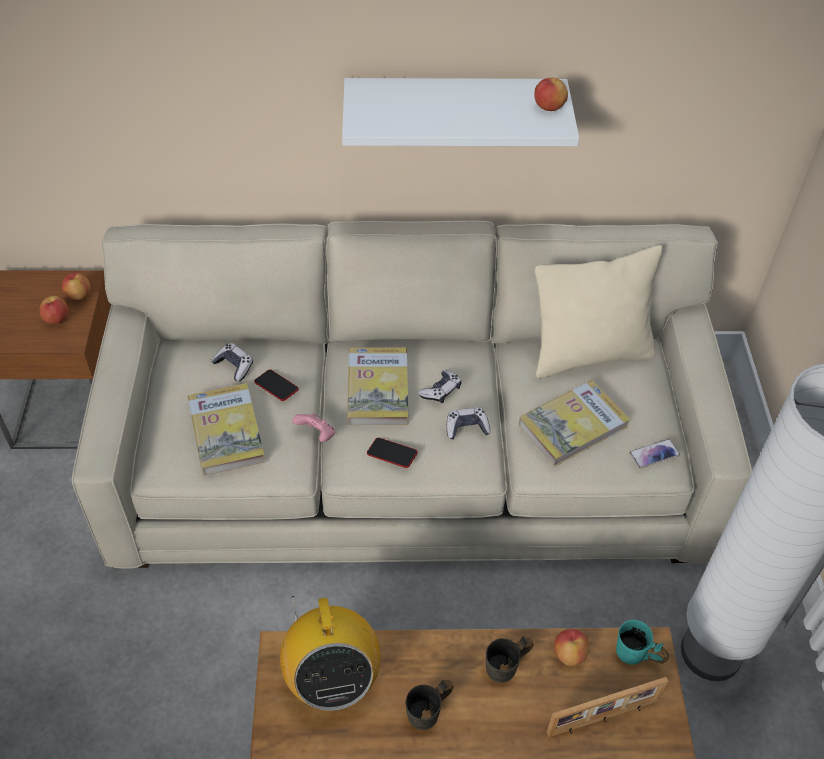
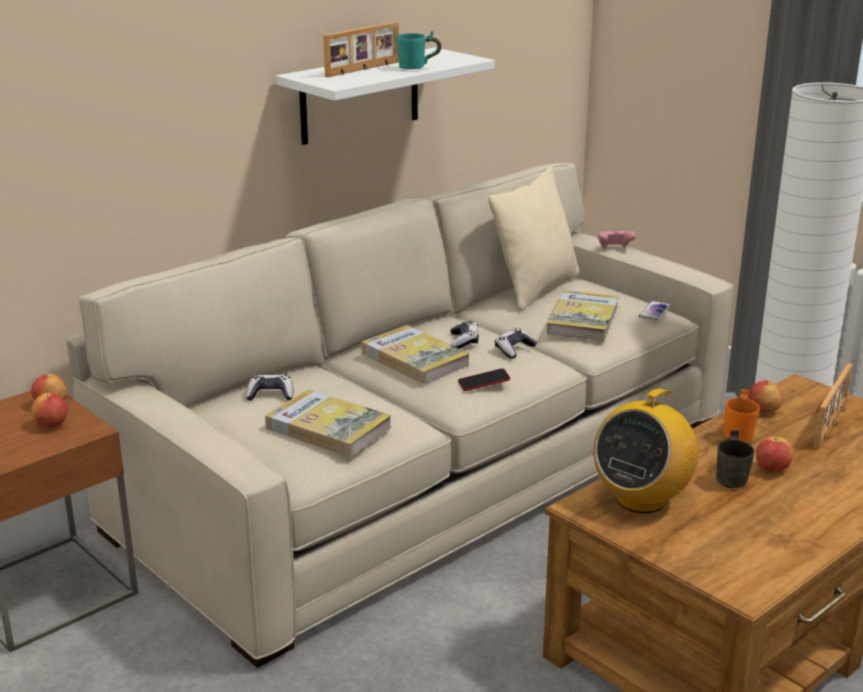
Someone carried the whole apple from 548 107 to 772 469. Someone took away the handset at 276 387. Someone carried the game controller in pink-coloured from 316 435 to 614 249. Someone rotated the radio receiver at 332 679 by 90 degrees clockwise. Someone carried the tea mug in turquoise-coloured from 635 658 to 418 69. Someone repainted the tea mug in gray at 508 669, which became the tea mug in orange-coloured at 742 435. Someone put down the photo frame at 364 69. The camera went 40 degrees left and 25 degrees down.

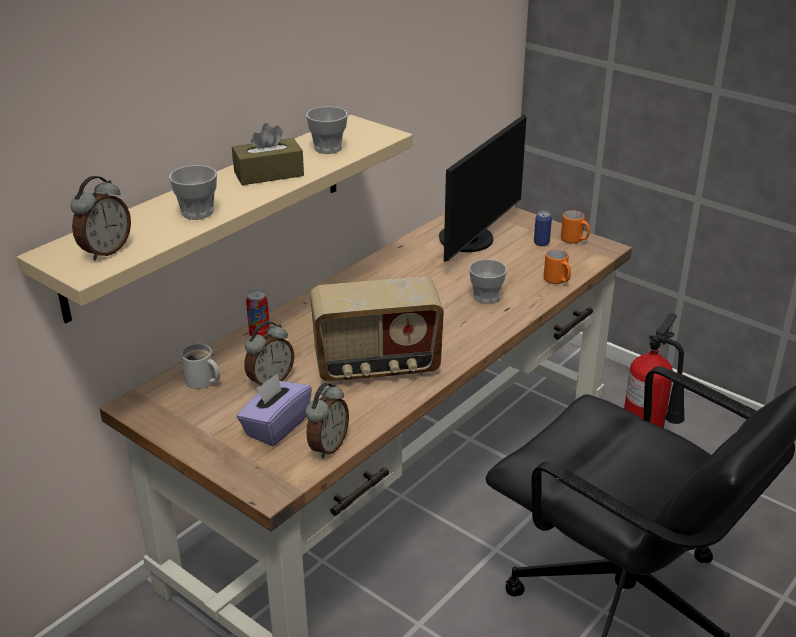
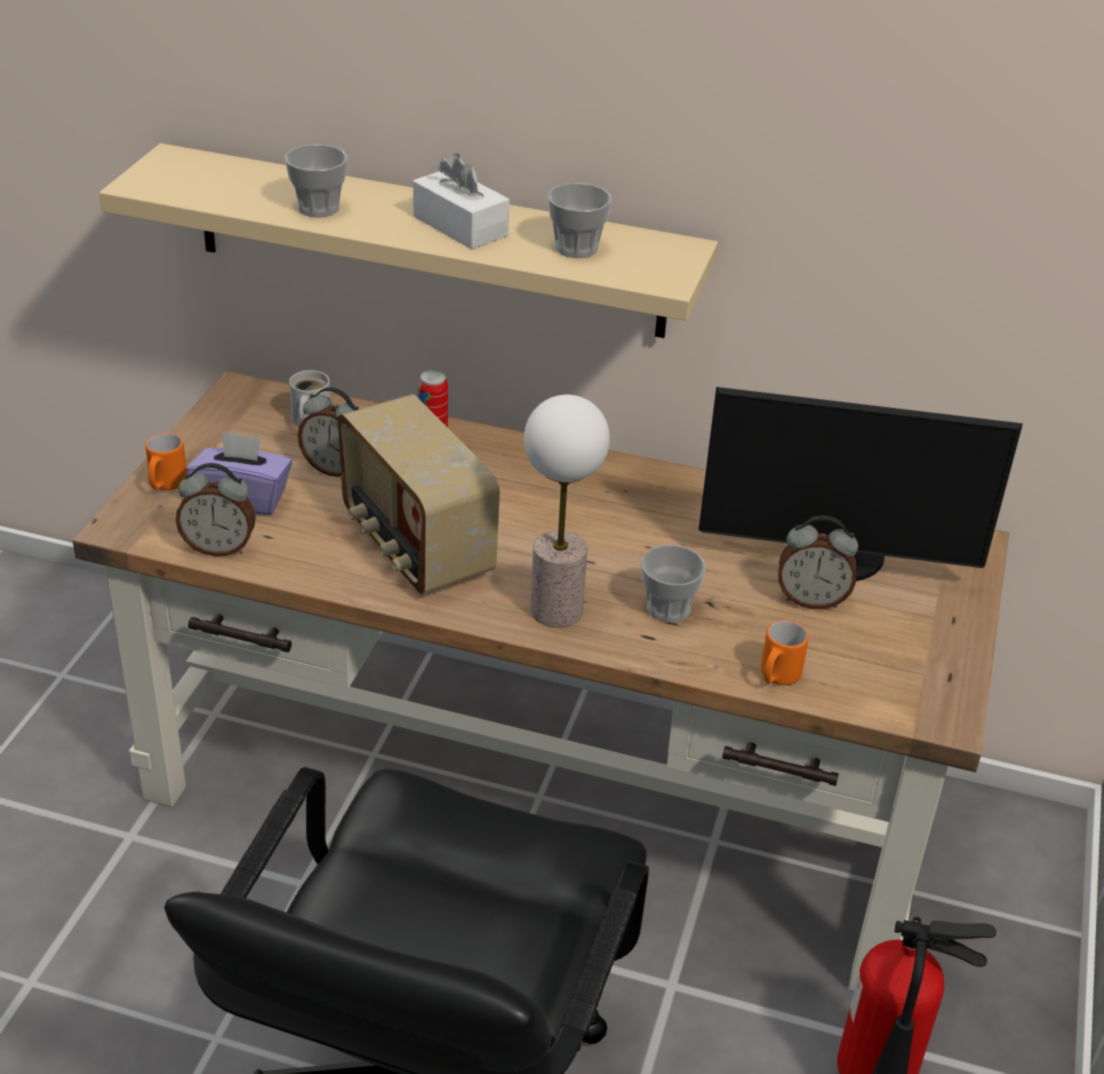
Someone repainted the tissue box in brown-coloured at 269 174, which became the tissue box in white at 460 226. Someone carried the table clock from 105 251 to 811 600. Someone took away the metal can at 541 243. Someone carried the tea mug in orange-coloured from 574 240 to 165 485. Someone put down the table lamp at 555 610. The camera went 65 degrees right and 5 degrees up.

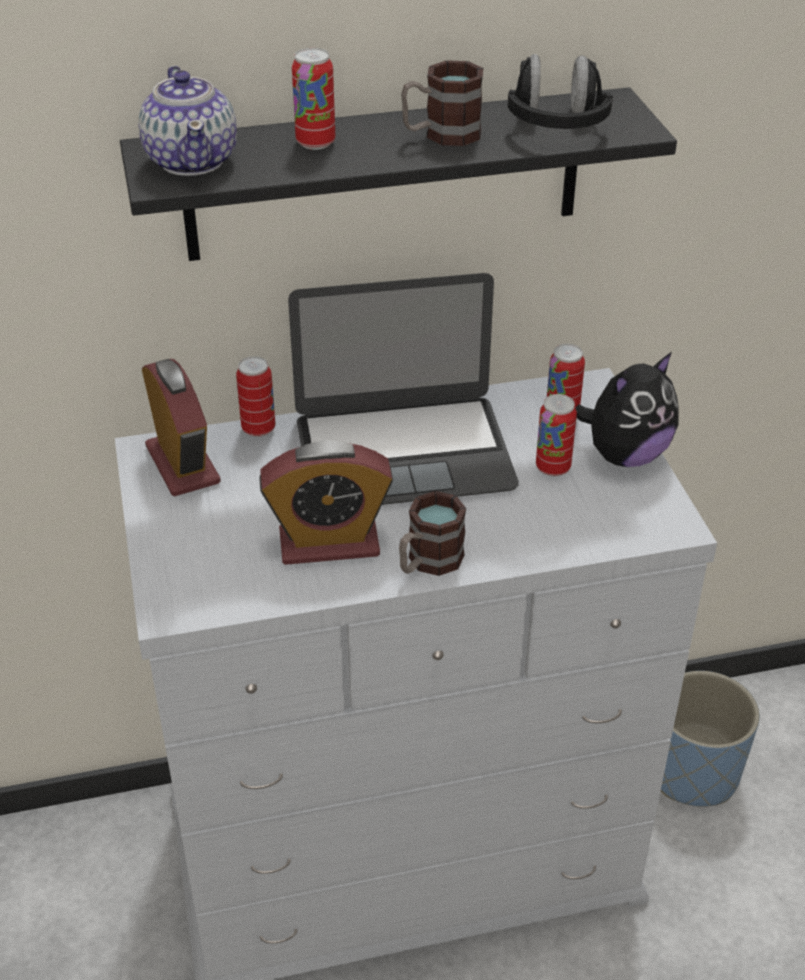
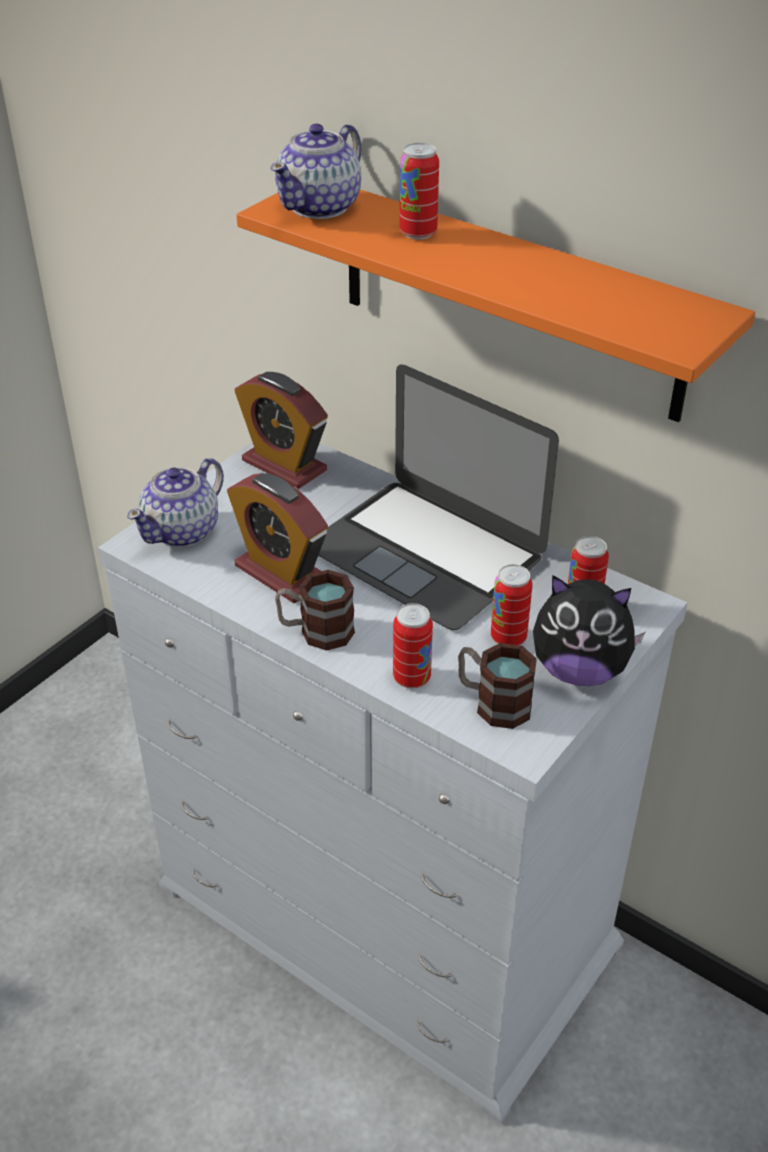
Someone took away the headset in black at 556 125. Someone carried the tea mug from 441 135 to 493 703. Someone repainted the wall shelf in black at 384 175, which became the wall shelf in orange-coloured at 508 298. Someone carried the metal can from 258 429 to 411 678. Someone rotated the table clock at 182 465 by 105 degrees clockwise. Someone took away the plant pot in bluish at 694 773. Someone put down the teapot at 183 531. The camera went 50 degrees right and 0 degrees up.

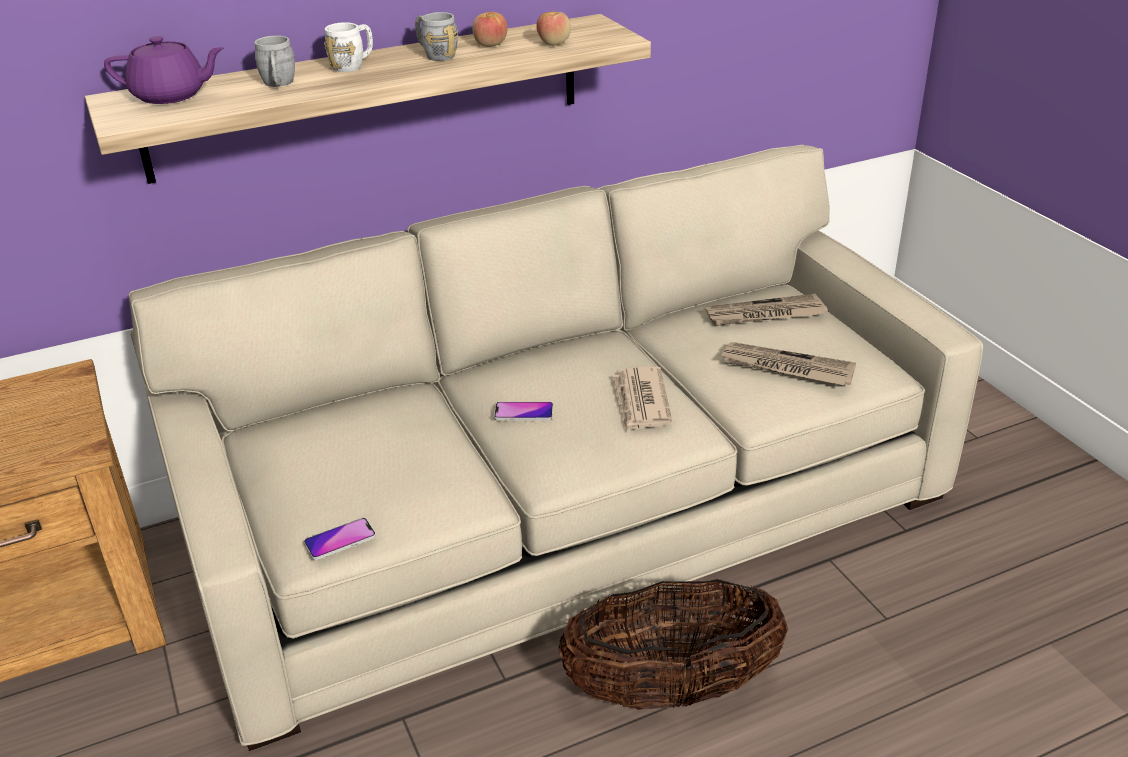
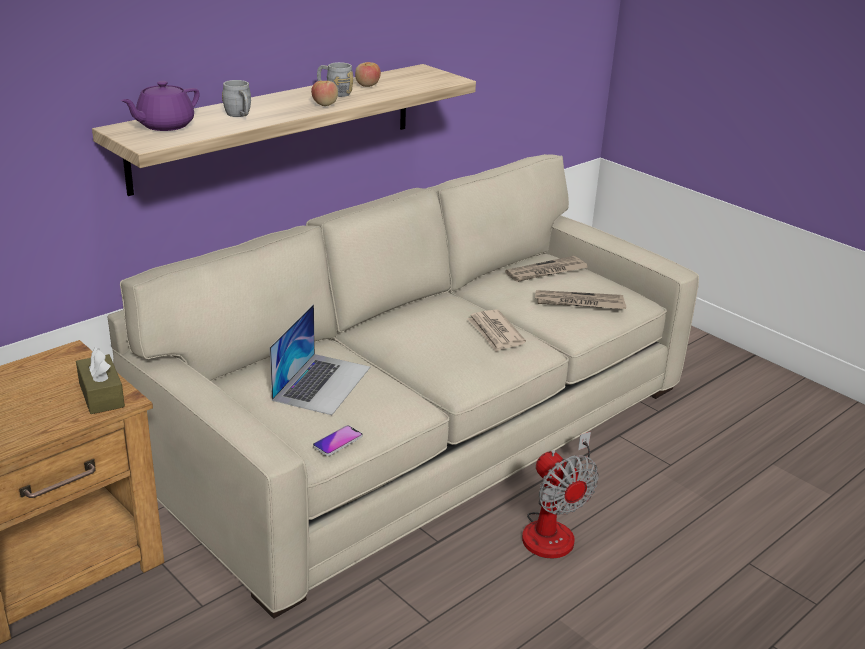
Someone carried the whole apple from 554 43 to 324 104. Someone took away the tea mug in white at 353 65. Someone rotated the teapot in purple at 171 96 by 150 degrees clockwise. Someone took away the handset at 523 412. Someone swapped the storage basket at 671 689 for the cooling fan at 554 528. Someone put down the portable computer at 322 383. Someone put down the tissue box in brown-coloured at 101 395. The camera went 20 degrees left and 5 degrees down.

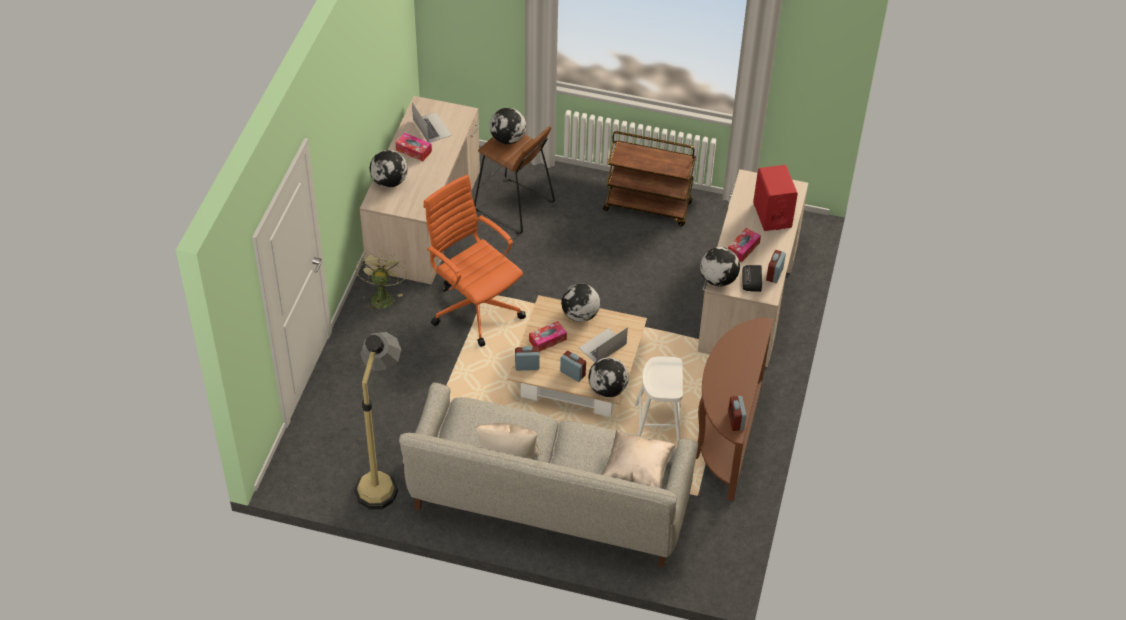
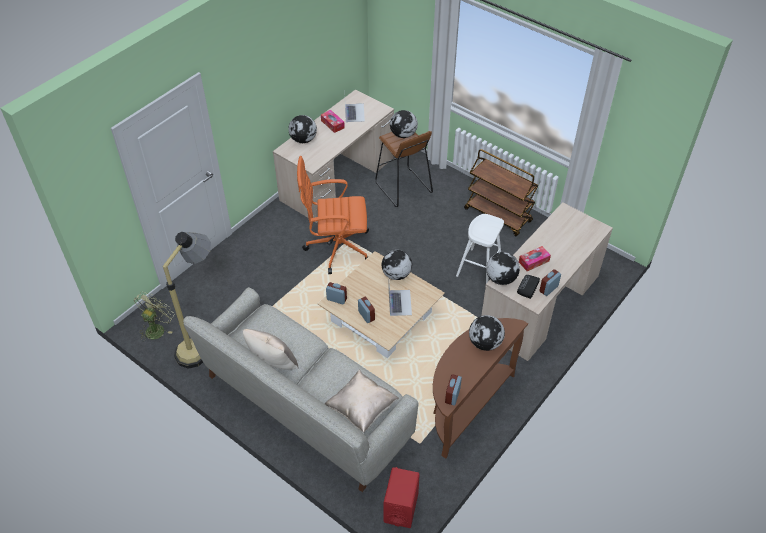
Someone carried the speaker in red-coloured from 772 215 to 401 508. Someone rotated the office chair in orange-coloured at 475 307 by 75 degrees counterclockwise. Someone carried the cooling fan in green from 381 296 to 157 328. Someone took away the tissue box at 547 340. Someone rotated the portable computer at 602 346 by 105 degrees clockwise. Someone carried the desk globe from 608 390 to 485 343. Someone carried the stool seat in white from 657 427 to 479 268. The camera went 25 degrees right and 0 degrees up.

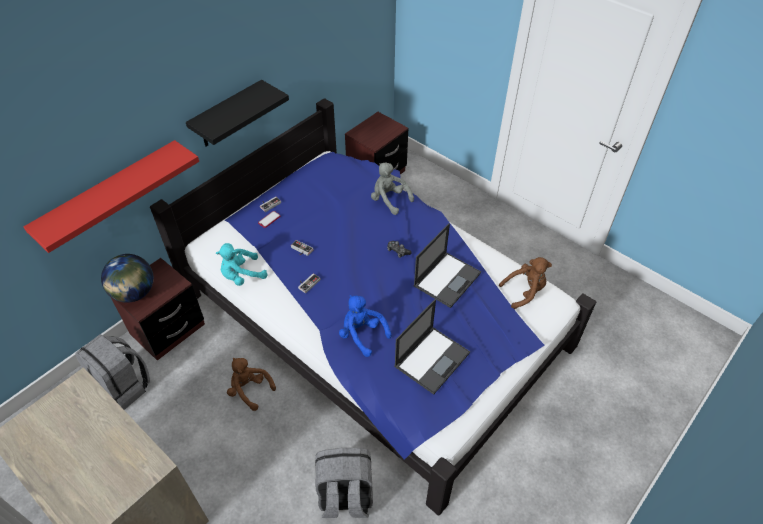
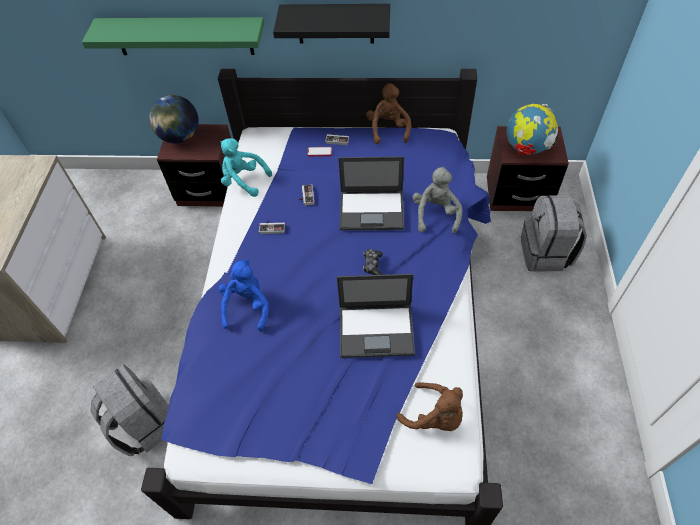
Someone repainted the wall shelf in red-coloured at 110 195, which became the wall shelf in green at 183 36. Someone carried the portable computer from 432 359 to 372 210. Someone carried the rucksack in gray from 123 387 to 546 253. Someone carried the cuddly toy in brown-coloured from 249 390 to 388 129. Someone put down the desk globe at 526 149. The camera went 55 degrees right and 5 degrees up.

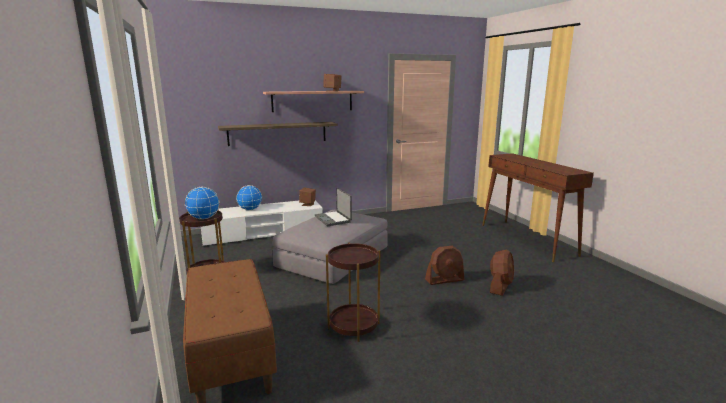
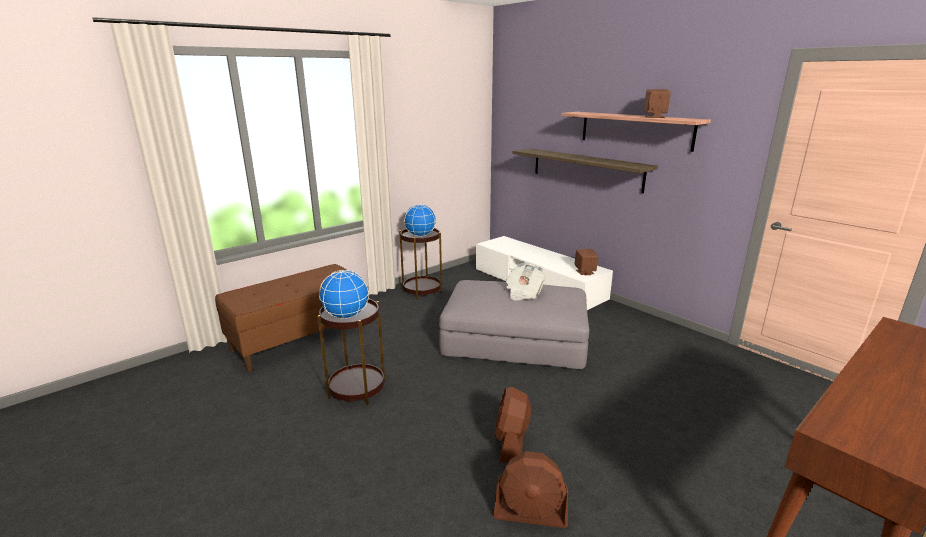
Someone carried the desk globe from 250 209 to 346 315. Someone swapped the portable computer at 333 219 for the printed paper at 523 293. Someone rotated the cooling fan in brown-coloured at 444 280 by 45 degrees clockwise. The camera went 70 degrees right and 5 degrees up.

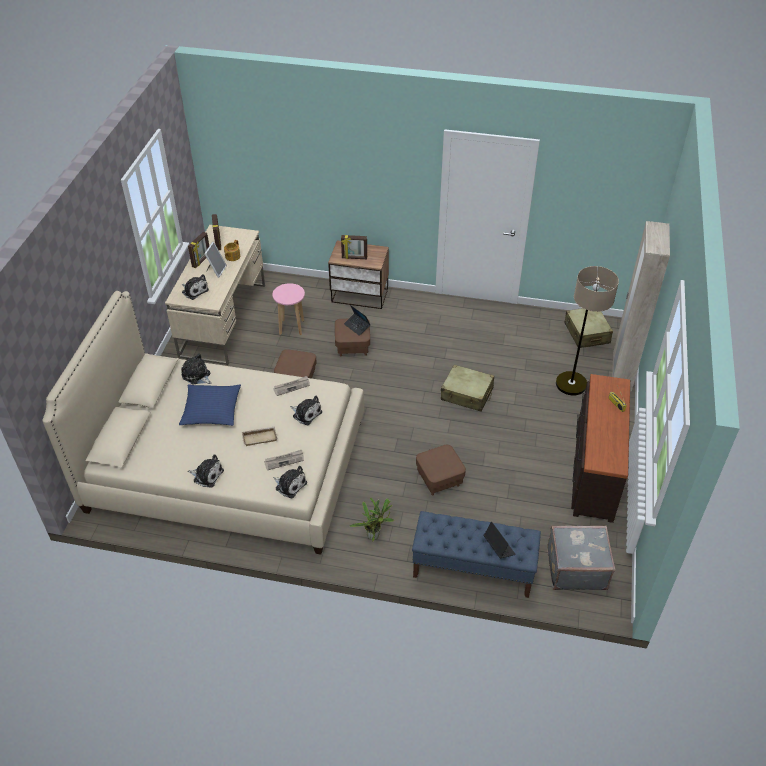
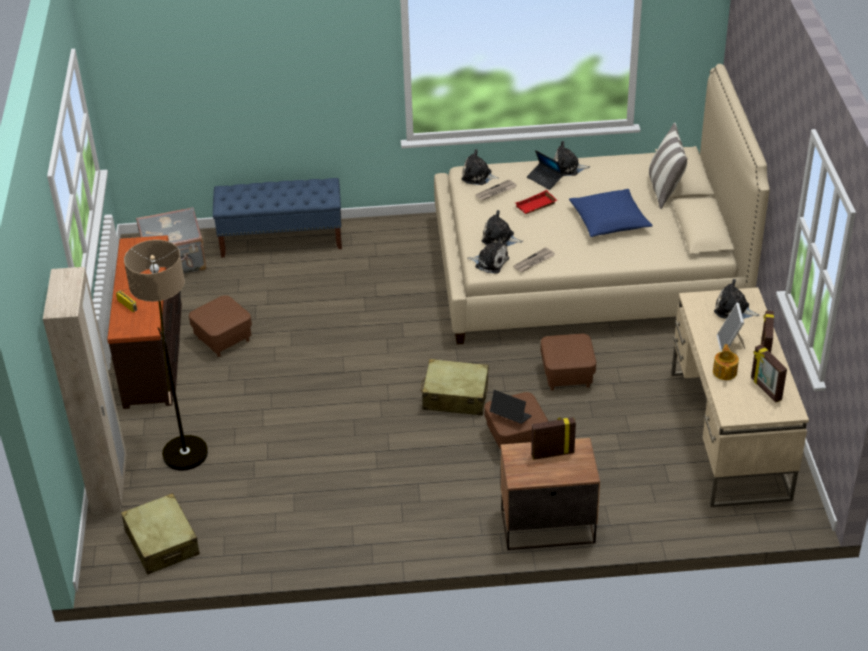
Someone took away the stool seat in pink-coloured at 291 327. Someone carried the cuddly toy from 197 376 to 490 262. Someone carried the piece of luggage in sand-coloured from 467 394 to 455 396. Someone repainted the serving tray in sand-coloured at 260 437, which became the serving tray in red-coloured at 536 206. Someone carried the ottoman in brown-coloured from 439 479 to 223 339. Someone took away the plant in a pot at 374 535. Someone carried the portable computer from 499 547 to 544 179. Someone put down the pillow at 665 190. The camera went 165 degrees right and 5 degrees down.

